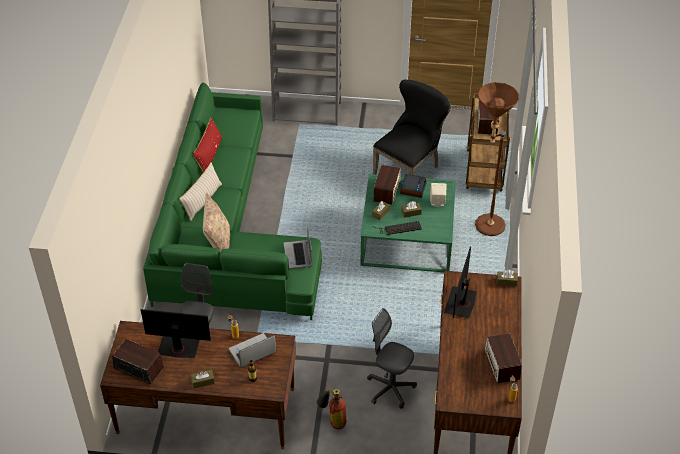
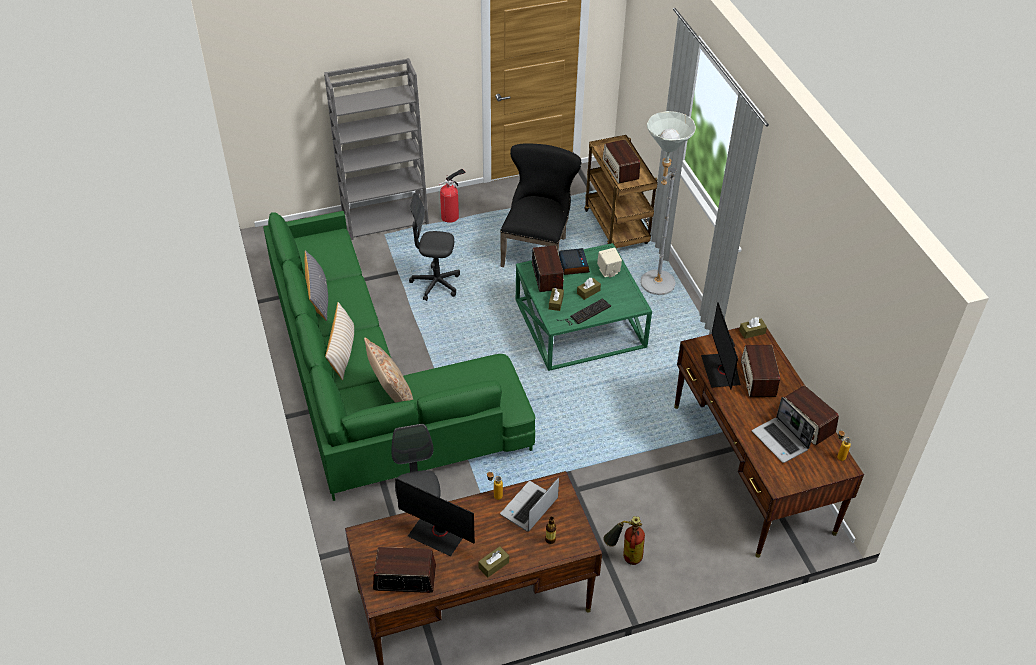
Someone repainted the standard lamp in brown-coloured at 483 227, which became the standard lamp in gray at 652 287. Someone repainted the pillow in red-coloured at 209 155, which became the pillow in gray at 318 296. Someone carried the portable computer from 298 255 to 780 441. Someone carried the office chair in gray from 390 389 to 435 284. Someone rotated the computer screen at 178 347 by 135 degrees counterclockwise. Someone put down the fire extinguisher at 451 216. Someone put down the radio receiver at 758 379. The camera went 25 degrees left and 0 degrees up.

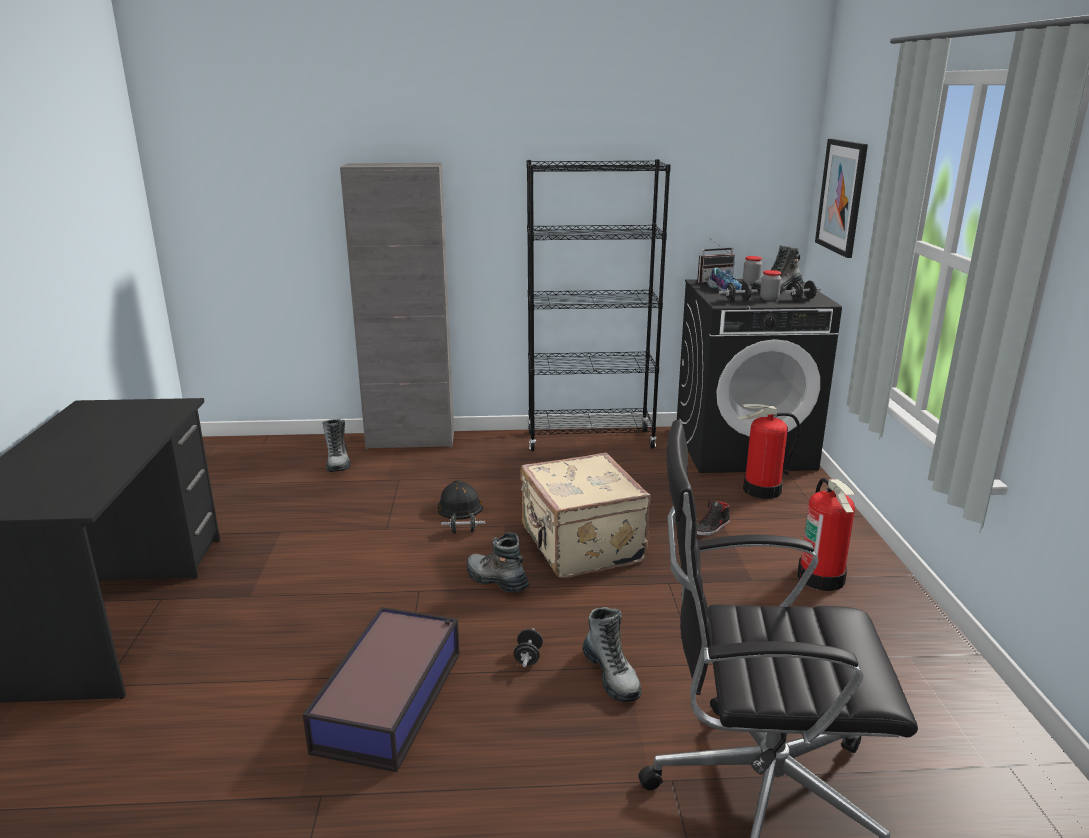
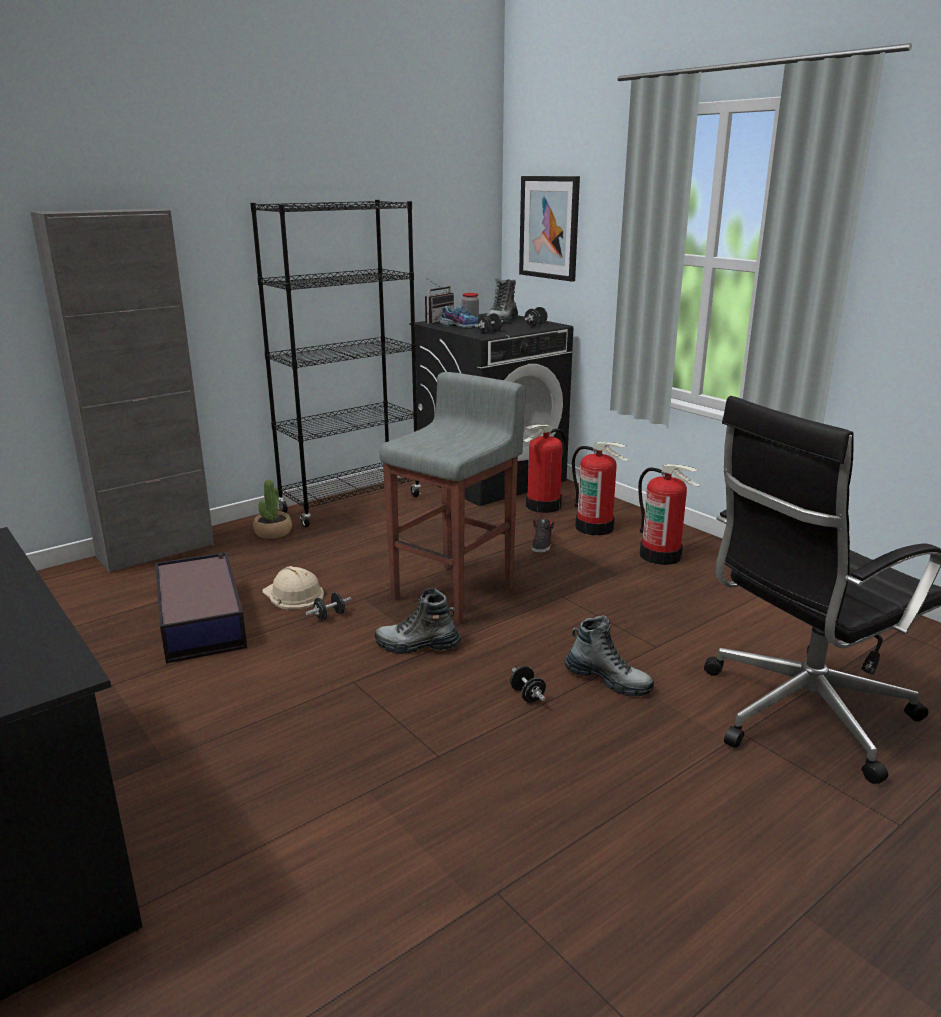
Someone took away the jar at 769 299. Someone took away the tall boot at 338 462. Someone swapped the piece of luggage in sand-coloured at 580 546 for the stool seat in gray at 455 592. Someone repainted the safety helmet in black at 458 505, which became the safety helmet in sand-coloured at 293 595. Someone carried the storage bin from 391 699 to 202 619. Someone put down the fire extinguisher at 595 527. Someone put down the plant in a pot at 273 532. The camera went 35 degrees left and 0 degrees up.

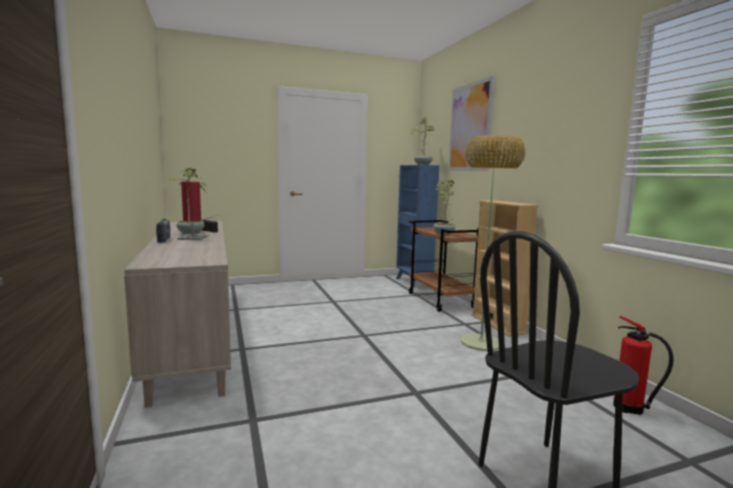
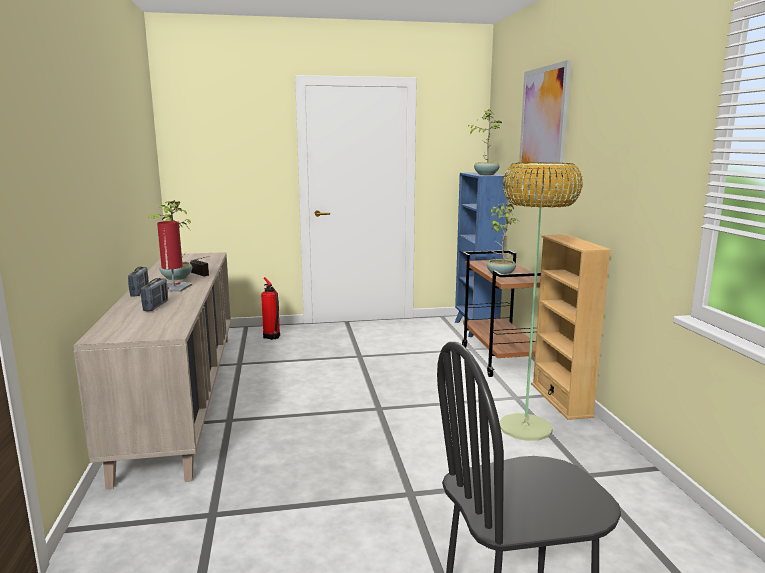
Someone carried the fire extinguisher from 631 409 to 272 337. Someone put down the radio receiver at 156 306. The camera went 10 degrees right and 5 degrees up.

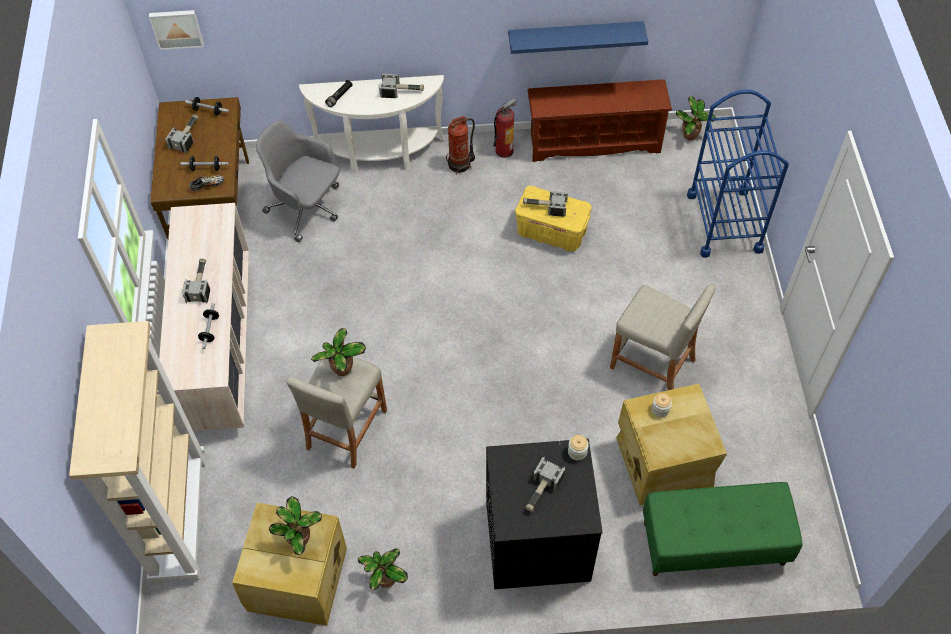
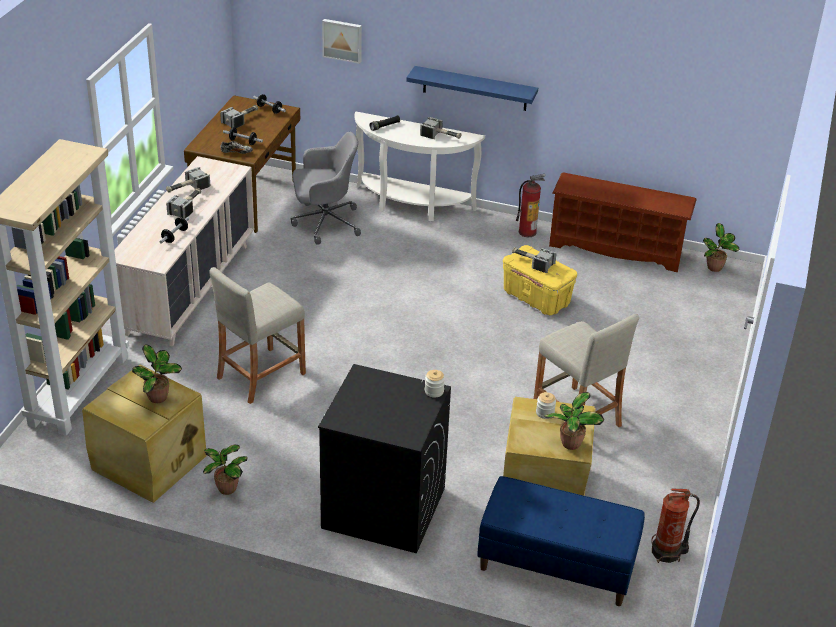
Someone carried the wall picture from 176 28 to 342 40. Someone carried the wall shelf in bluish from 575 36 to 475 88. Someone took away the trolley in bluish at 724 222. Someone carried the fire extinguisher from 460 164 to 667 552. Someone rotated the office chair in gray at 306 208 by 120 degrees clockwise. Someone carried the plant in a pot from 342 370 to 570 444. Someone carried the hammer from 541 490 to 186 189. Someone repainted the long seat in green at 713 544, which became the long seat in bluish at 555 566. The camera went 20 degrees right and 20 degrees down.

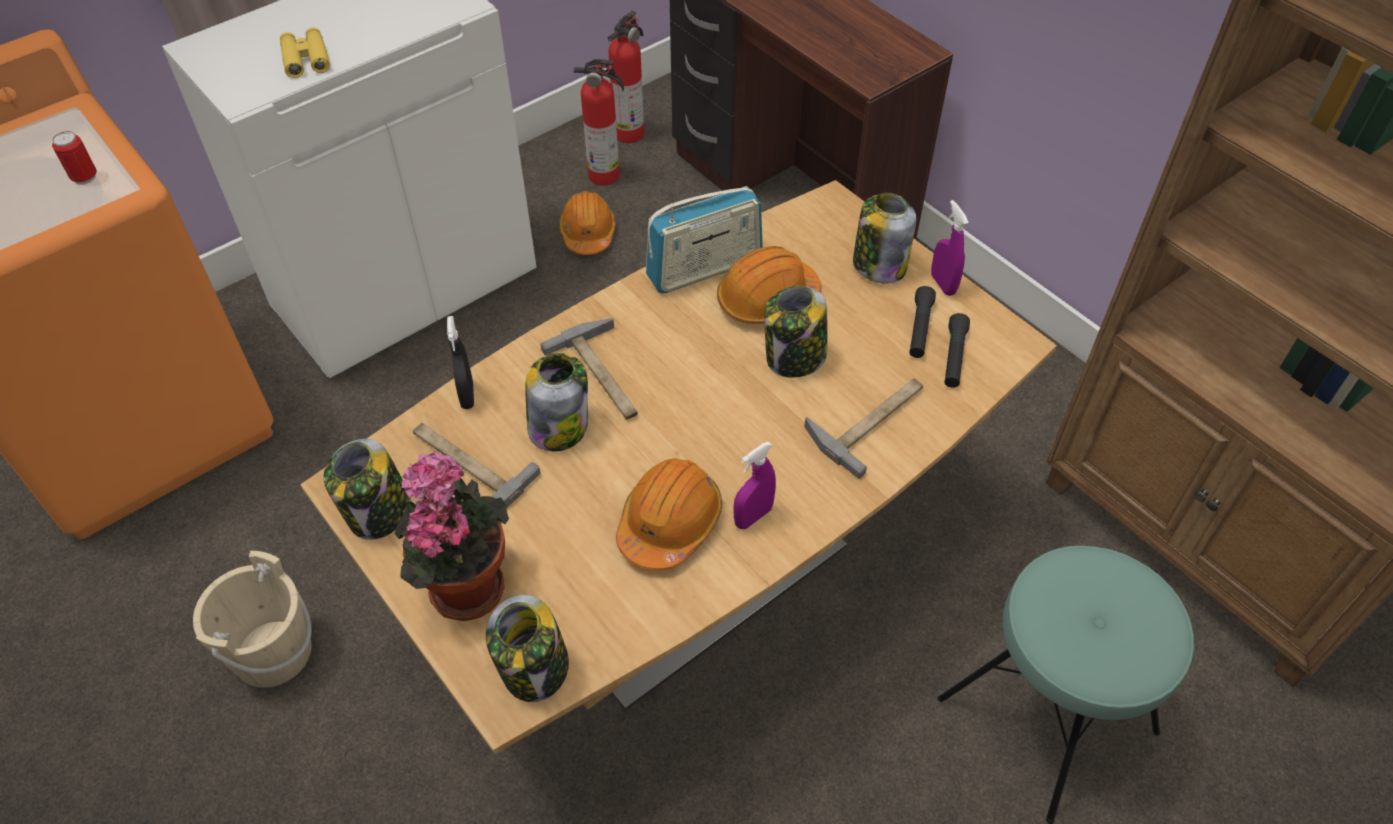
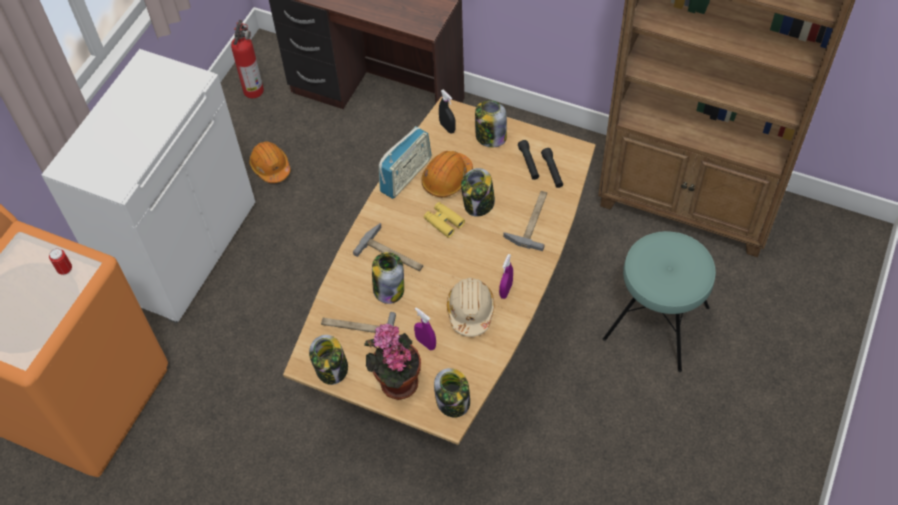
Someone carried the pair of binoculars in yellow from 306 59 to 444 222. Someone took away the fire extinguisher at 606 175. Someone carried the hand sprayer in purple from 943 284 to 425 343. Someone carried the hand sprayer in black from 467 395 to 447 127. Someone repainted the safety helmet in orange-coloured at 669 523, which became the safety helmet in sand-coloured at 470 310. Someone took away the bucket in sand-coloured at 273 652. The camera went 25 degrees left and 5 degrees up.

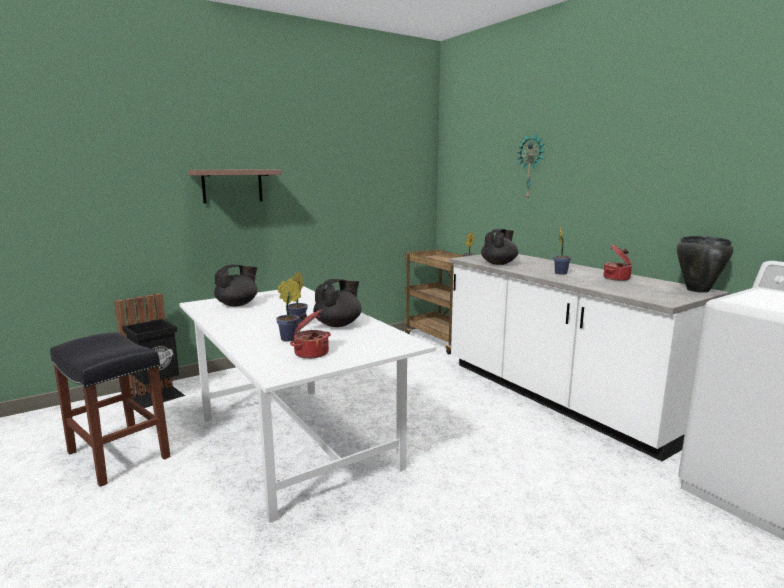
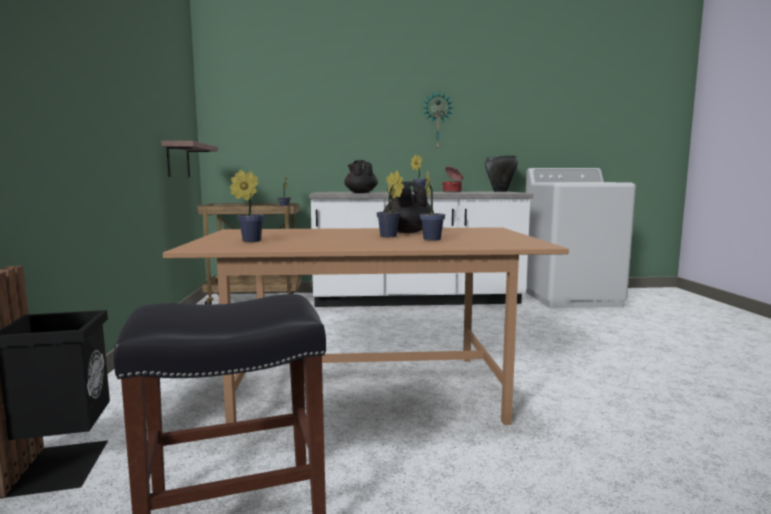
Someone carried the clock on the wall from 531 167 to 437 121. Someone carried the wall shelf from 232 186 to 178 160. Someone swapped the teapot in black at 237 304 for the plant in a pot at 249 241. Someone repainted the dining table in white at 298 442, which became the dining table in brown-coloured at 370 389. Someone took away the cooking pot at 310 353. The camera went 60 degrees left and 5 degrees down.

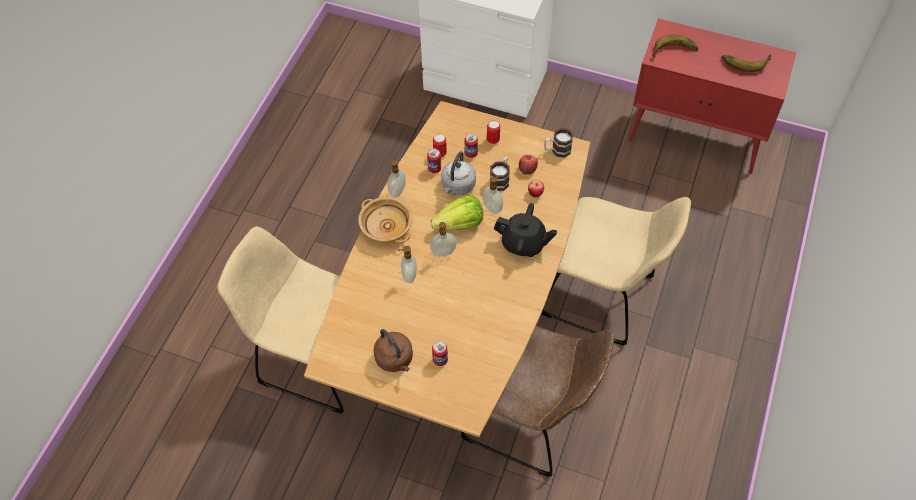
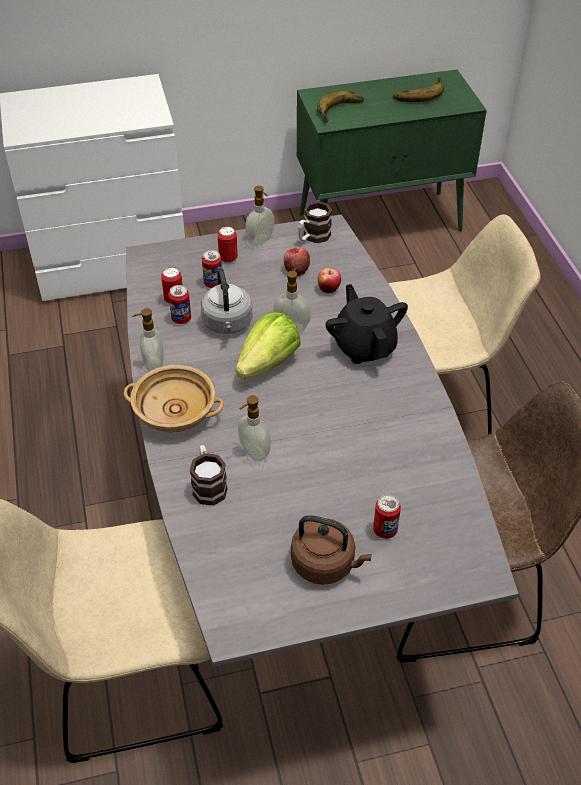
Someone repainted the storage cabinet in red-coloured at 696 137, which became the storage cabinet in green at 381 222. Someone repainted the dining table in brown-coloured at 459 329, which became the dining table in gray at 290 536. Someone carried the tea mug from 500 179 to 208 485. Someone rotated the teapot in black at 523 244 by 90 degrees counterclockwise. Someone carried the soap dispenser from 443 253 to 261 241. The camera went 35 degrees left and 10 degrees down.

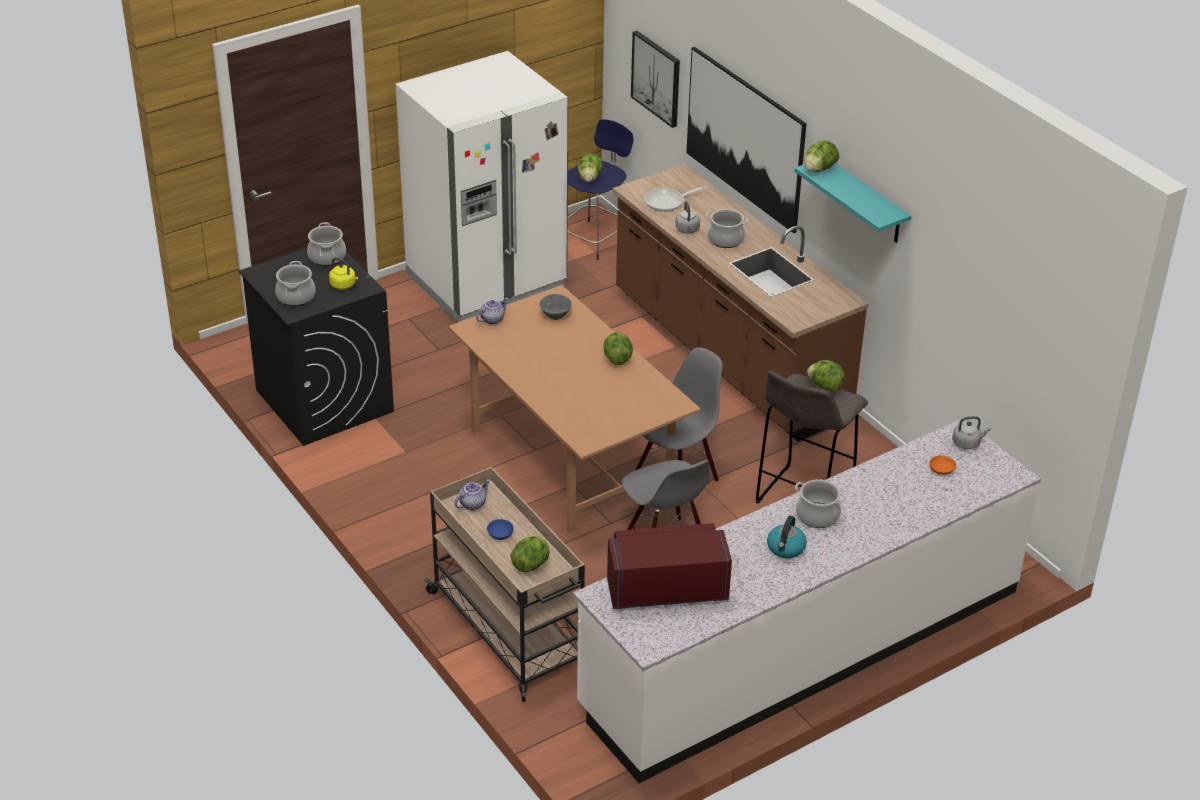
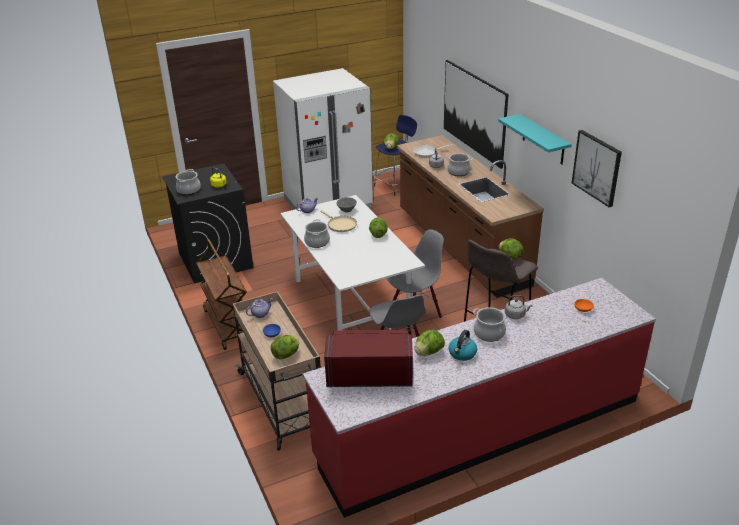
Someone carried the wall picture from 656 78 to 597 167. Someone carried the lettuce from 819 169 to 428 352. Someone carried the cooking pot from 327 257 to 317 242. Someone repainted the dining table in brown-coloured at 568 459, which became the dining table in white at 350 299. Someone carried the water kettle in gray from 967 443 to 516 315. Someone repainted the kitchen base unit in white at 802 648, which became the kitchen base unit in red-coloured at 479 429. Someone put down the skillet in sand-coloured at 340 225. Someone put down the trolley in brown-coloured at 227 325. The camera went 10 degrees right and 5 degrees down.

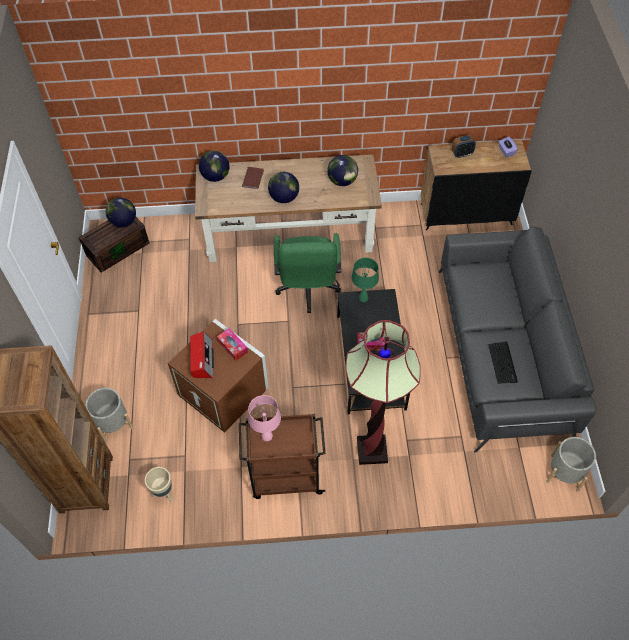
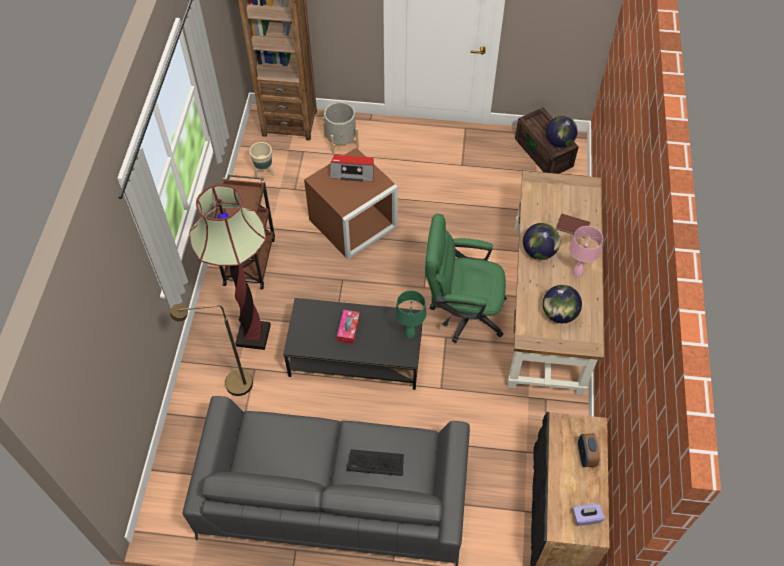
Someone took away the desk globe at 215 176. Someone took away the tissue box at 232 347. Someone carried the PC keyboard from 502 363 to 375 463. Someone carried the table lamp in pink-coloured from 266 436 to 577 272. Someone took away the plant pot in gray at 564 472. Someone put down the standard lamp in brown-coloured at 231 385. The camera went 100 degrees right and 0 degrees up.

